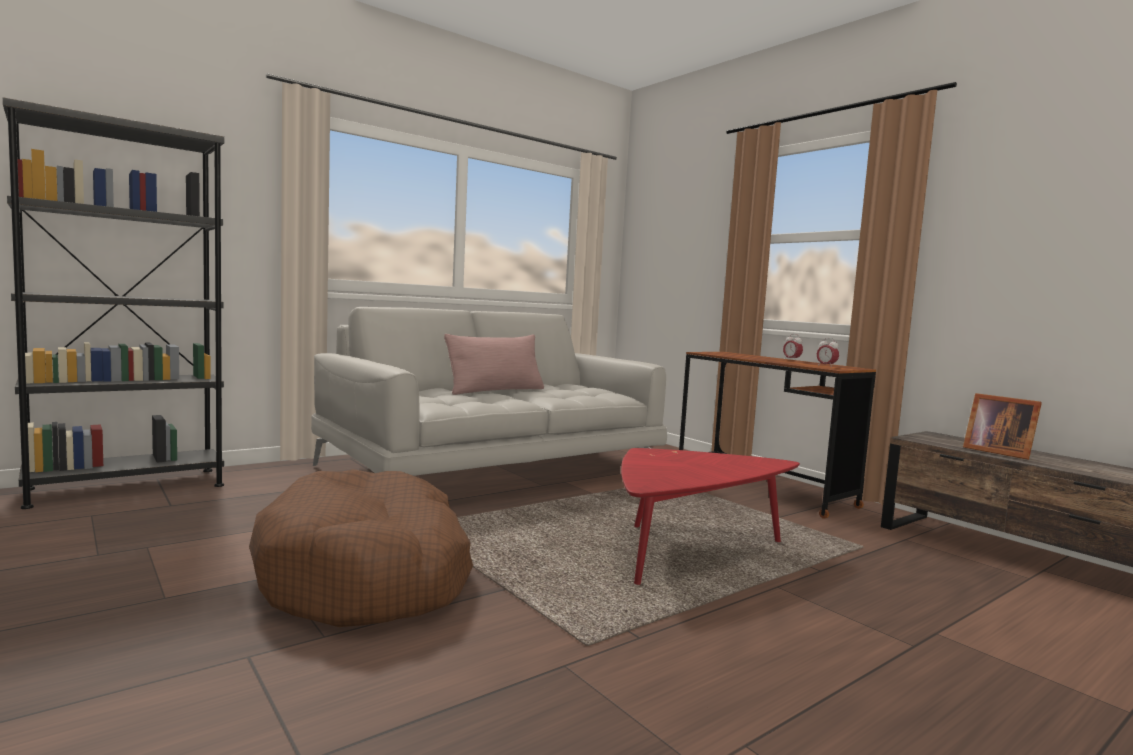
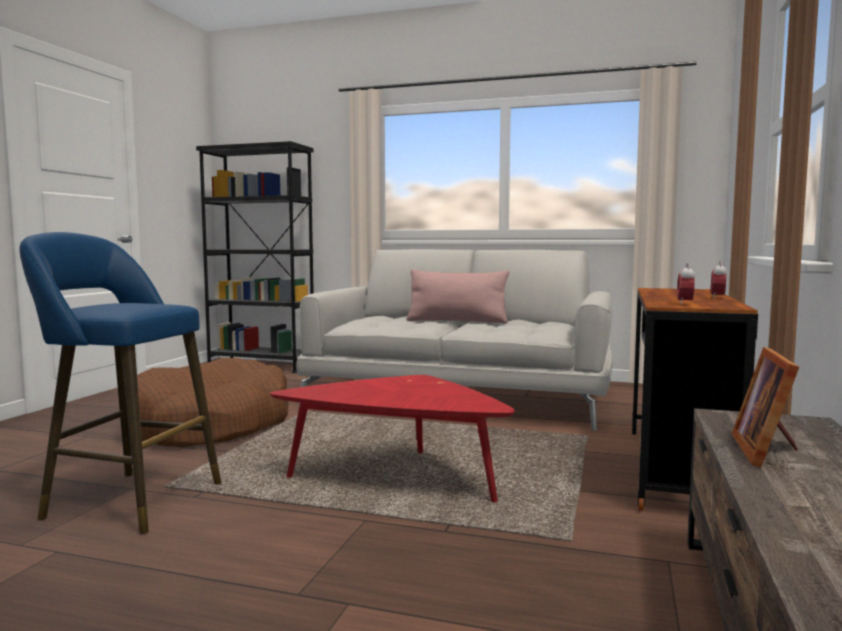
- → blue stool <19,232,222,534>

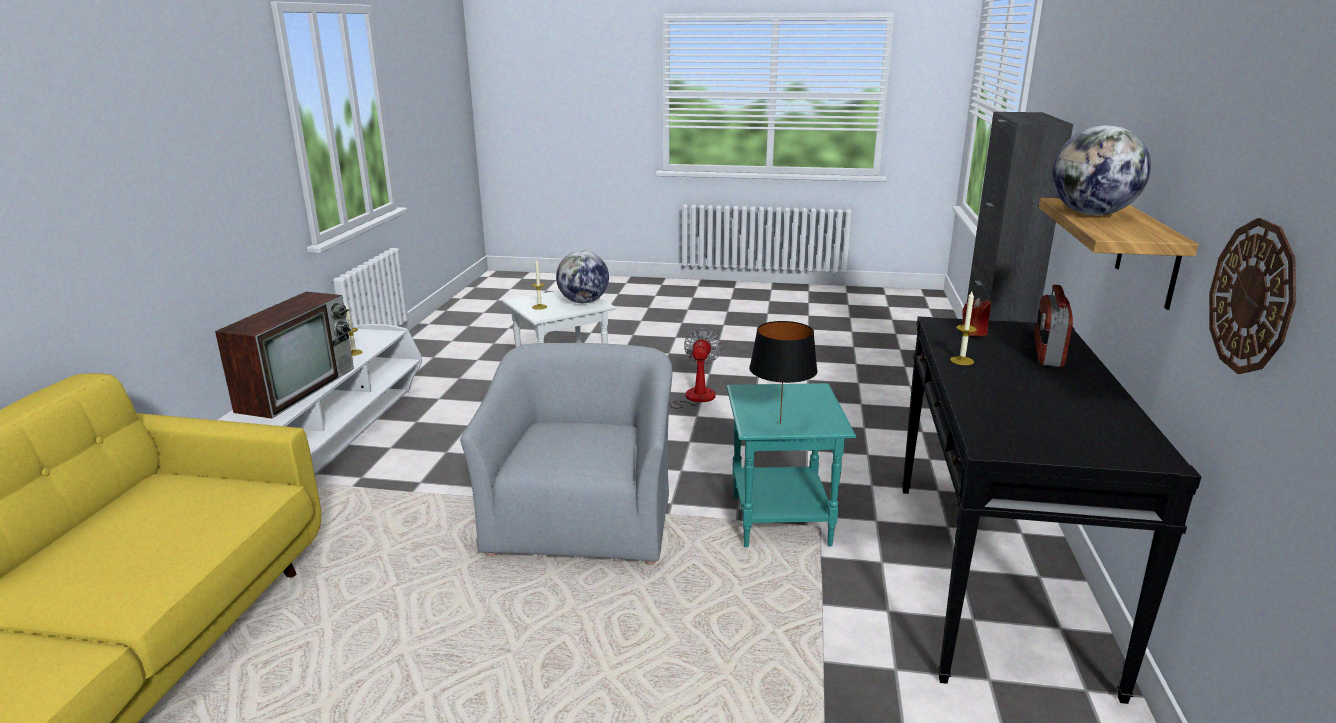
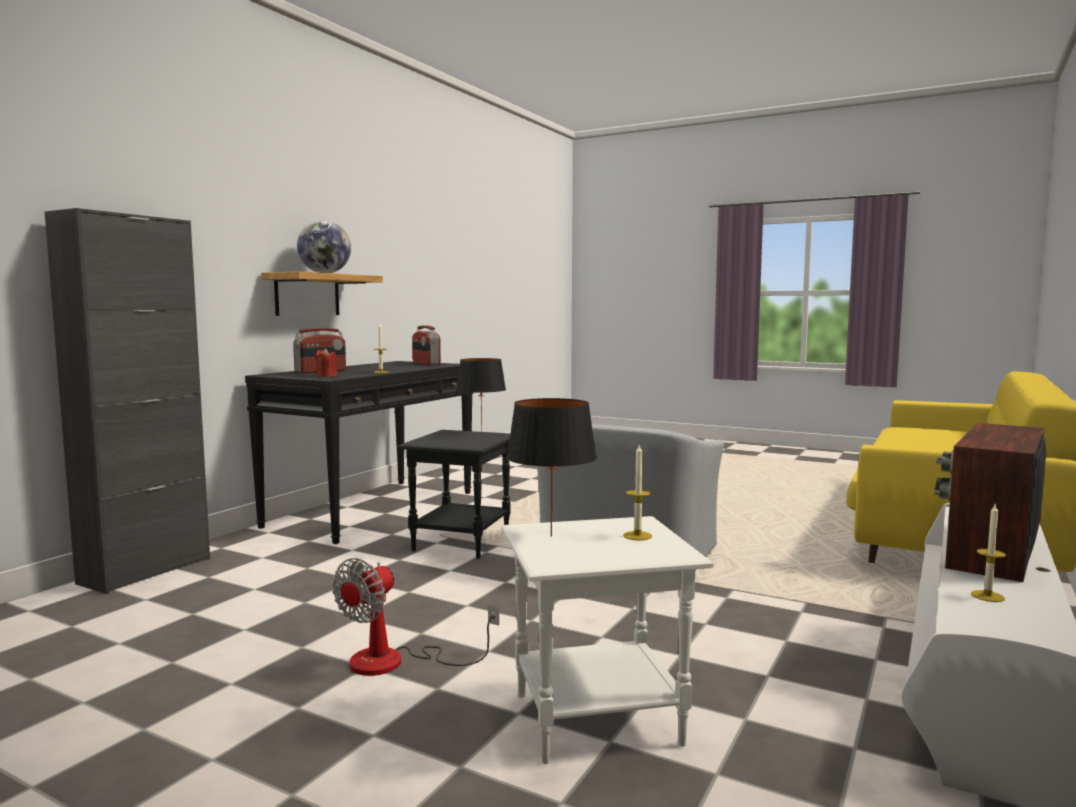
wall clock <1209,218,1296,374> → -
- → radio <412,325,441,365>
globe <556,251,609,303> → black table lamp <506,398,597,537>
turquoise side table <727,383,856,548> → black side table <397,430,511,559>

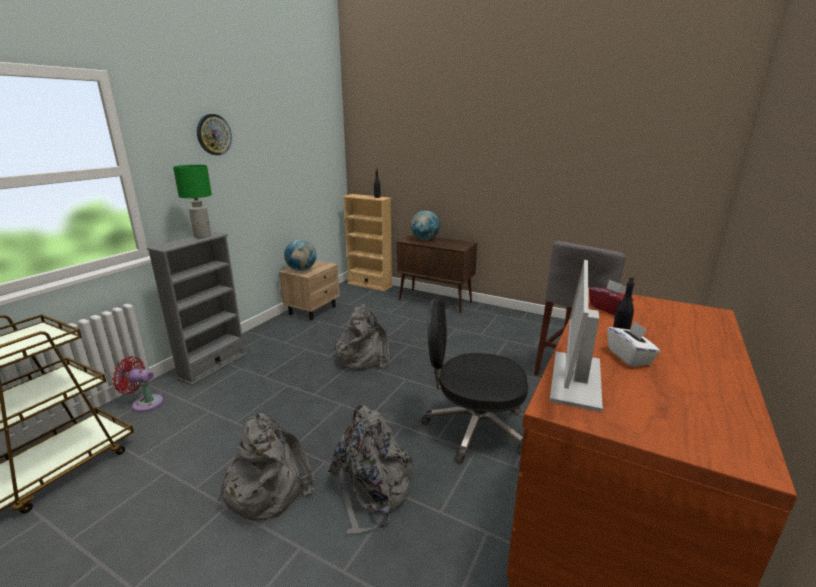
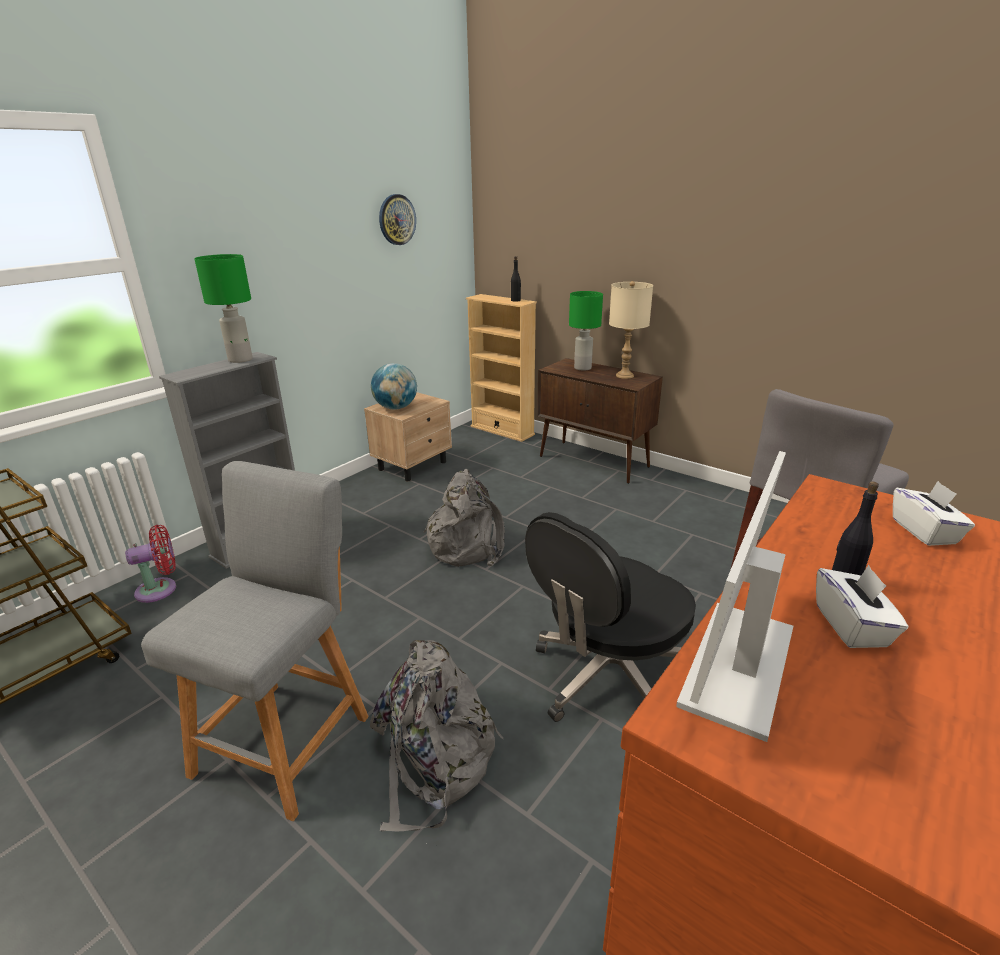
red tissue box <589,280,633,315> → -
- → beige table lamp <609,281,653,379>
- → white tissue box <893,481,975,546>
wall clock <197,114,232,155> → wall clock <379,194,416,245>, relocated
grey backpack <217,413,315,521> → grey stool <141,461,369,821>
globe <411,211,440,240> → green table lamp <569,291,603,370>
red fan <112,356,163,412> → red fan <125,525,176,603>, 135 degrees clockwise
black office chair <421,298,528,464> → black office chair <525,512,696,722>, 60 degrees counterclockwise

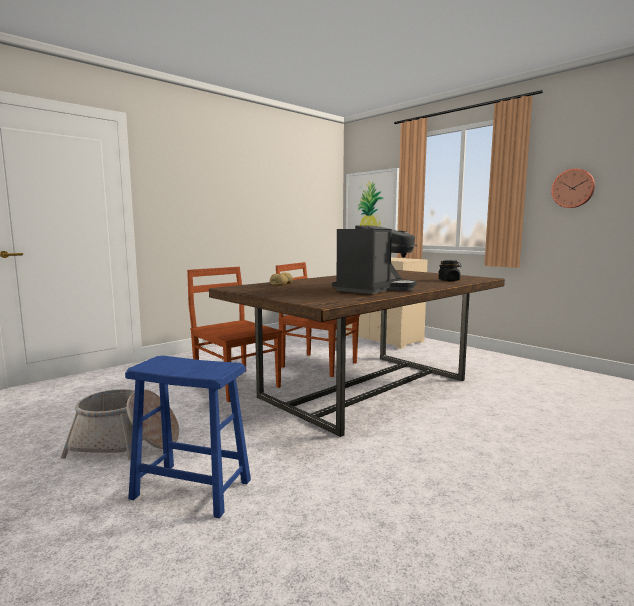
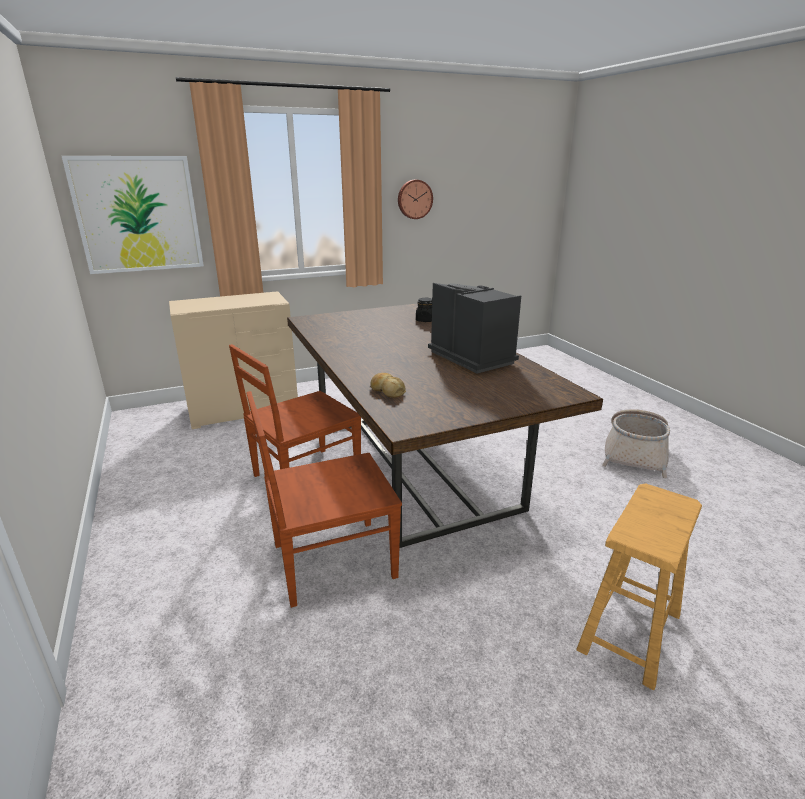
basket <61,389,179,460> → basket <603,409,670,478>, relocated
blue stool <125,356,251,518> → brown stool <576,483,702,690>

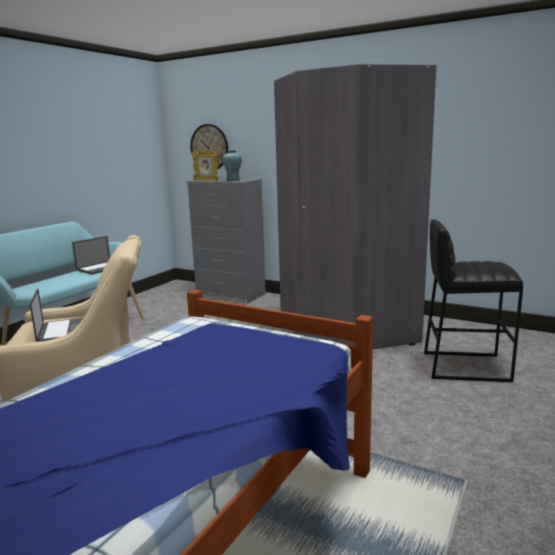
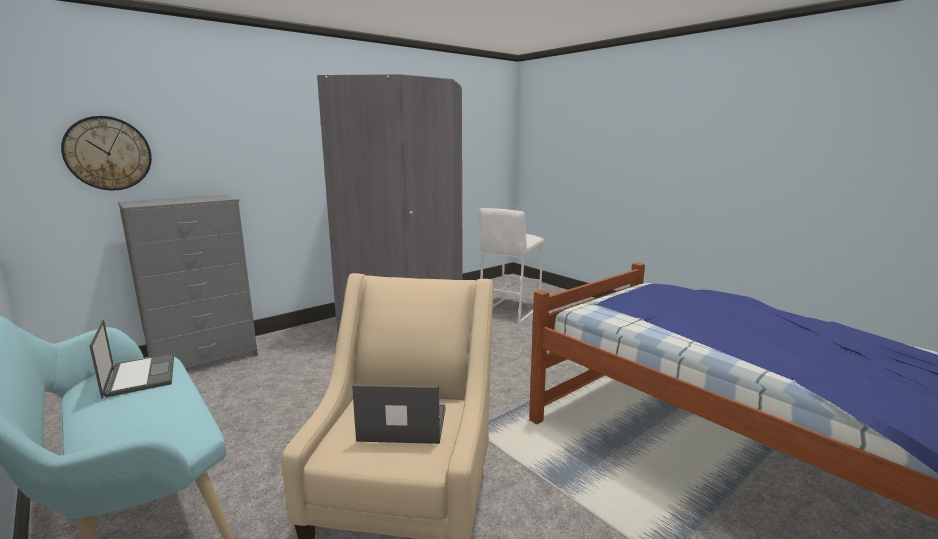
picture frame <192,151,219,181> → -
turquoise vase <222,150,242,181> → -
black stool <424,219,523,382> → white stool <479,208,544,324>

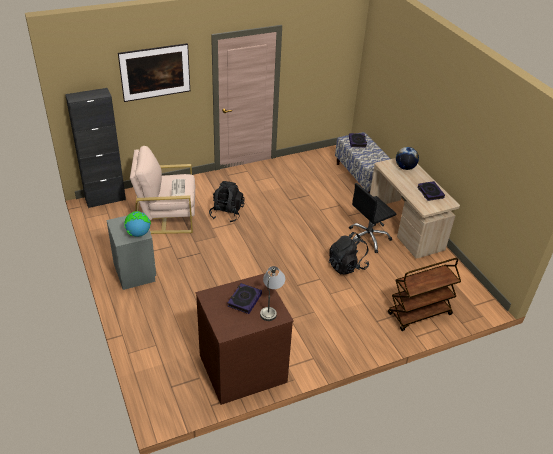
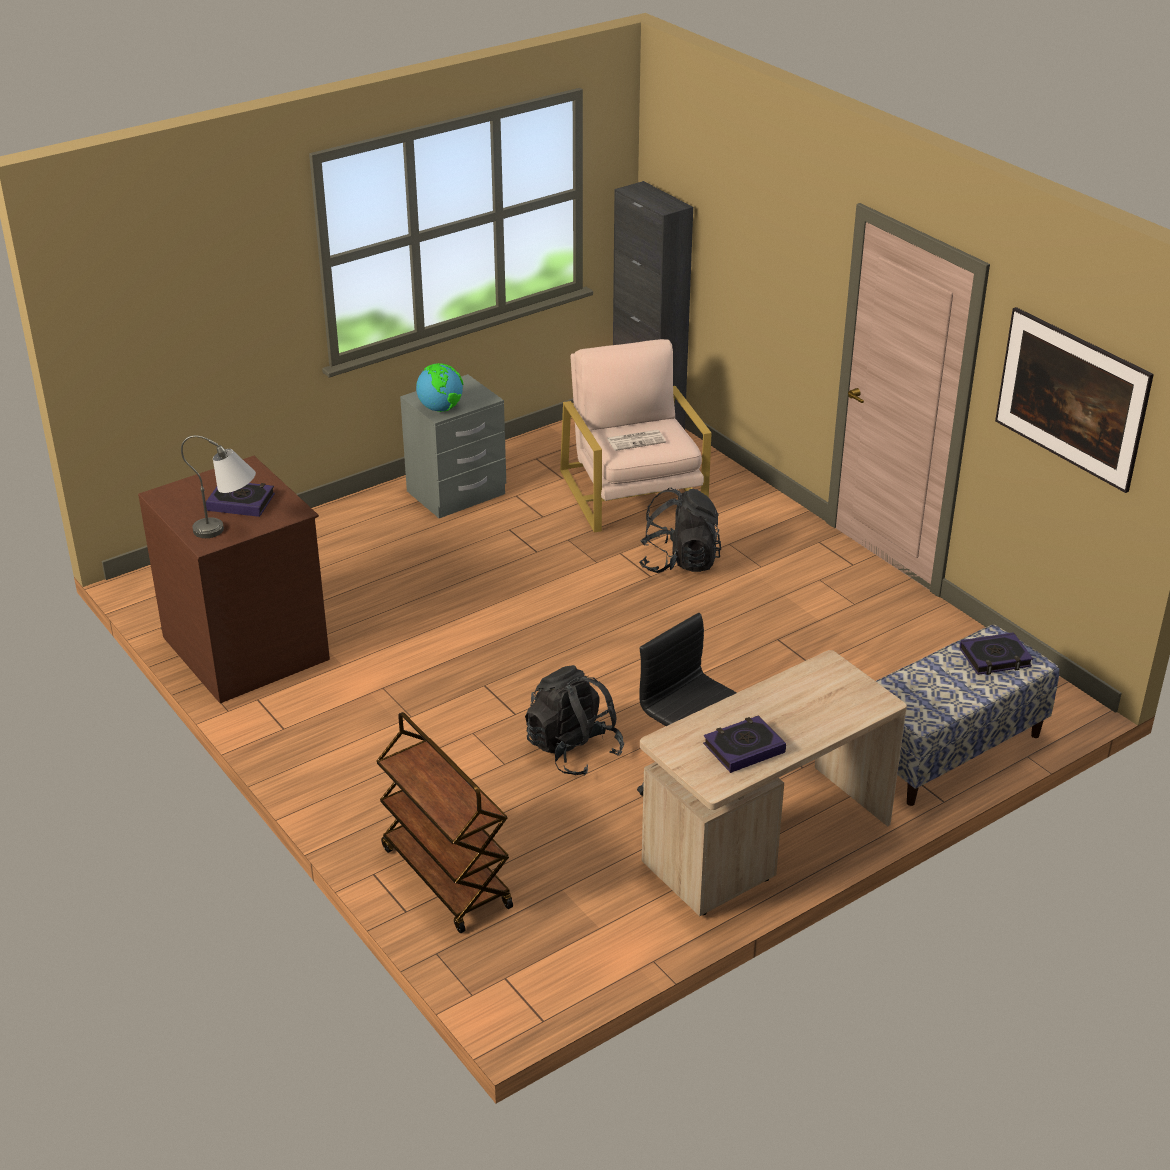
globe <396,147,419,170> → -
picture <118,43,190,102> → picture <995,307,1154,493>, relocated

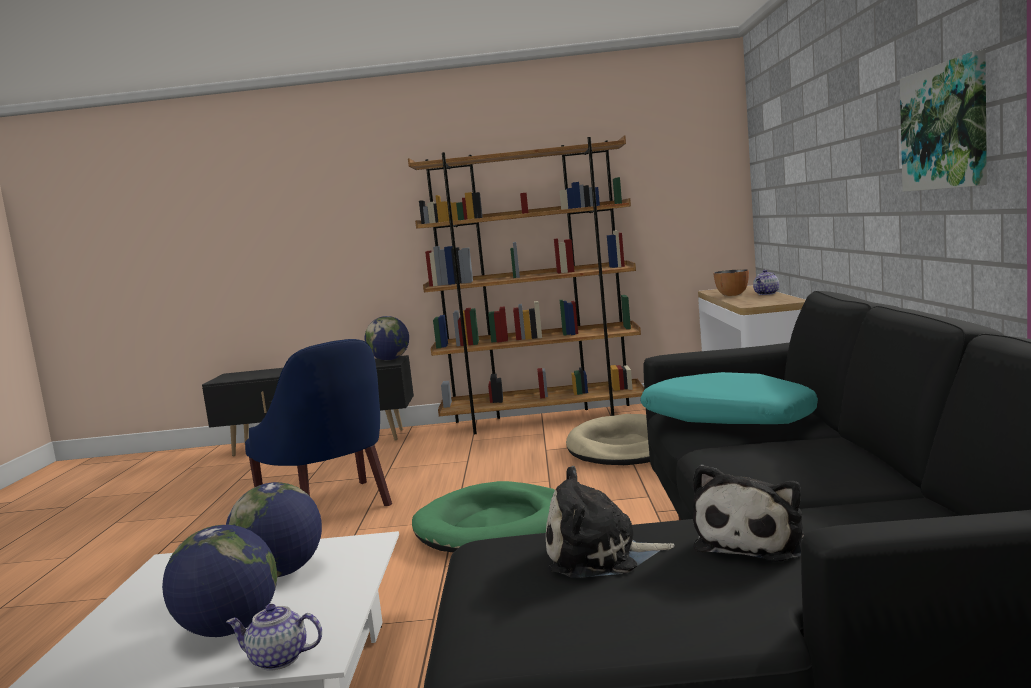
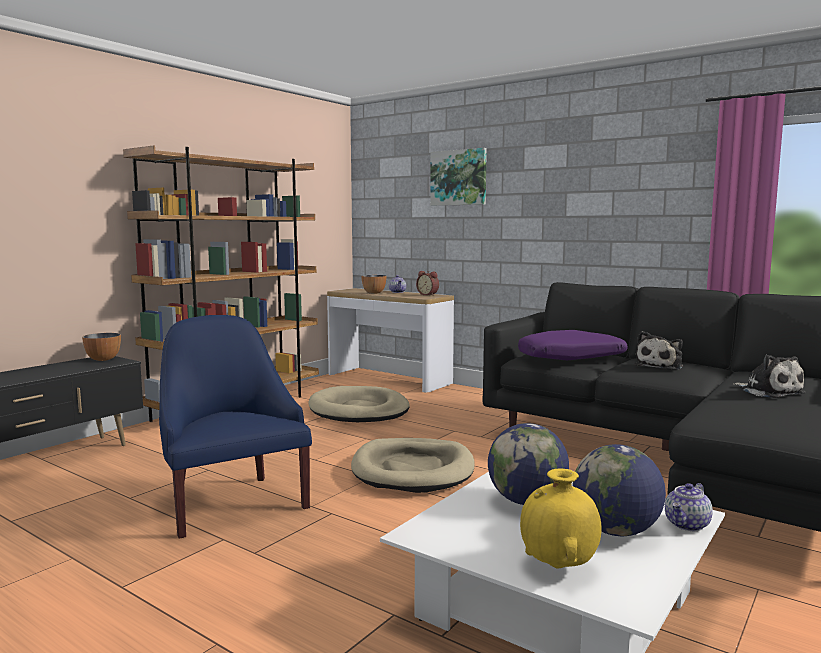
- → alarm clock <416,271,439,296>
- → yellow vase <520,469,602,569>
plush toy <546,466,675,578> → plush toy <635,331,683,370>, relocated
picture <900,50,987,192> → picture <430,148,487,206>, relocated
globe <365,316,409,360> → bowl <82,333,121,361>
green dog bed <412,481,555,552> → beige dog bed <351,438,475,493>
turquoise pillow <640,372,818,424> → purple pillow <518,330,628,360>
blue armchair <245,339,392,506> → blue armchair <159,315,312,539>, 120 degrees counterclockwise

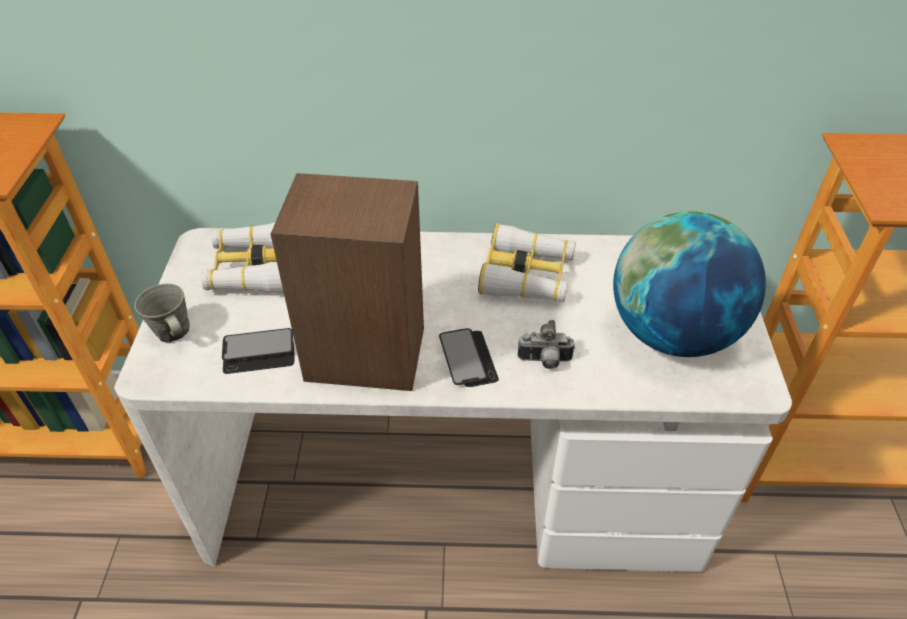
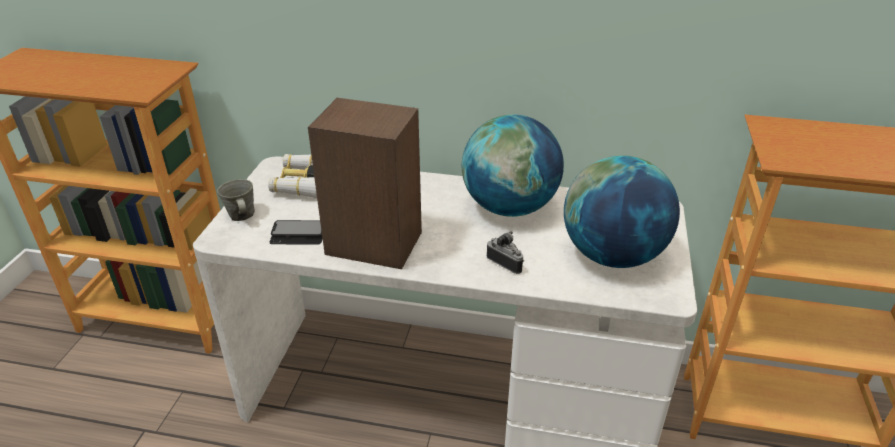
phone <439,328,499,387> → -
binoculars <478,223,576,302> → globe <462,114,564,217>
photo camera <518,320,575,369> → photo camera <487,231,524,274>, 150 degrees counterclockwise

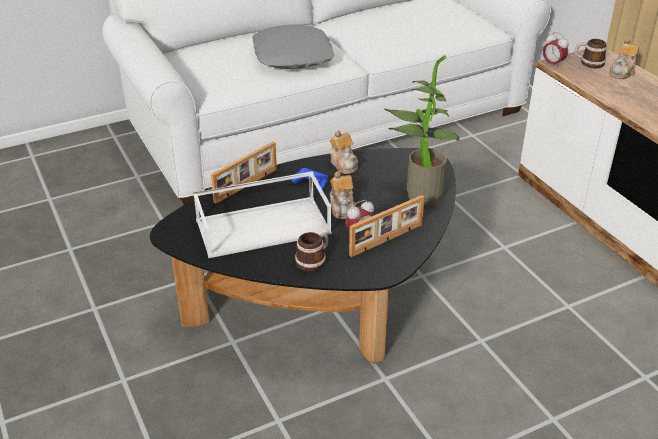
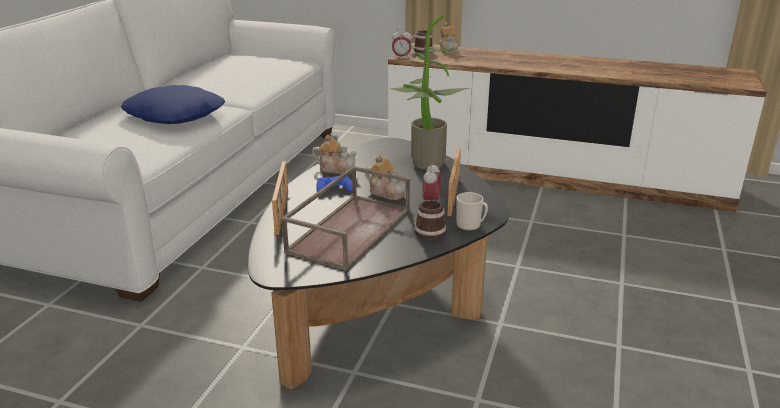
- → mug <457,192,488,231>
white tray <193,171,331,258> → brown tray <281,166,410,271>
grey pillow <252,24,334,69> → blue pillow <121,85,225,124>

